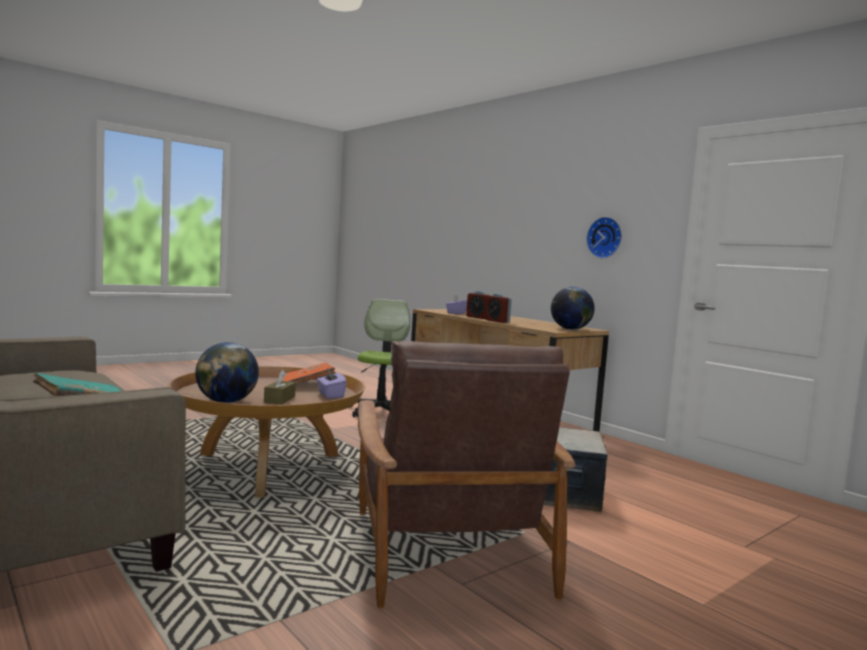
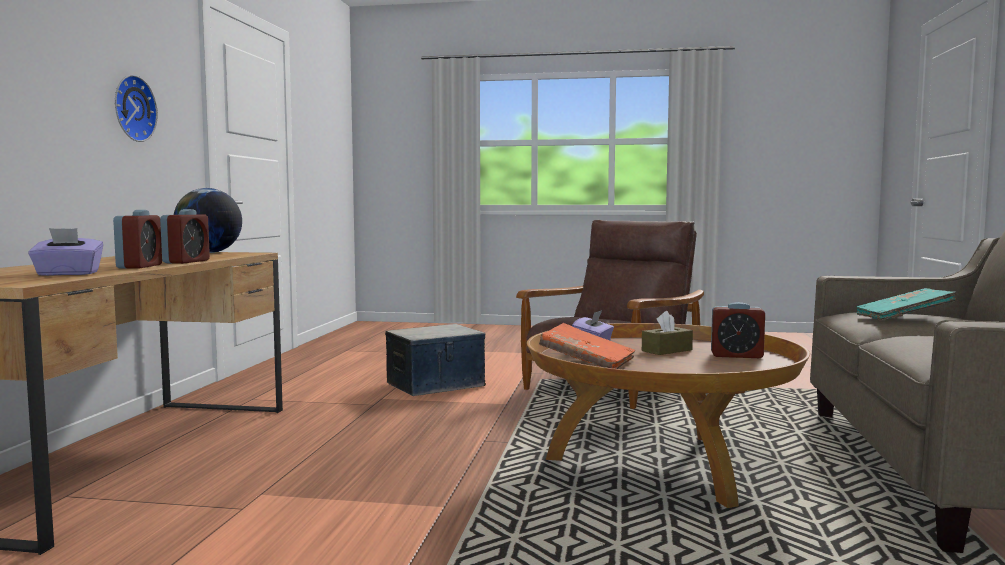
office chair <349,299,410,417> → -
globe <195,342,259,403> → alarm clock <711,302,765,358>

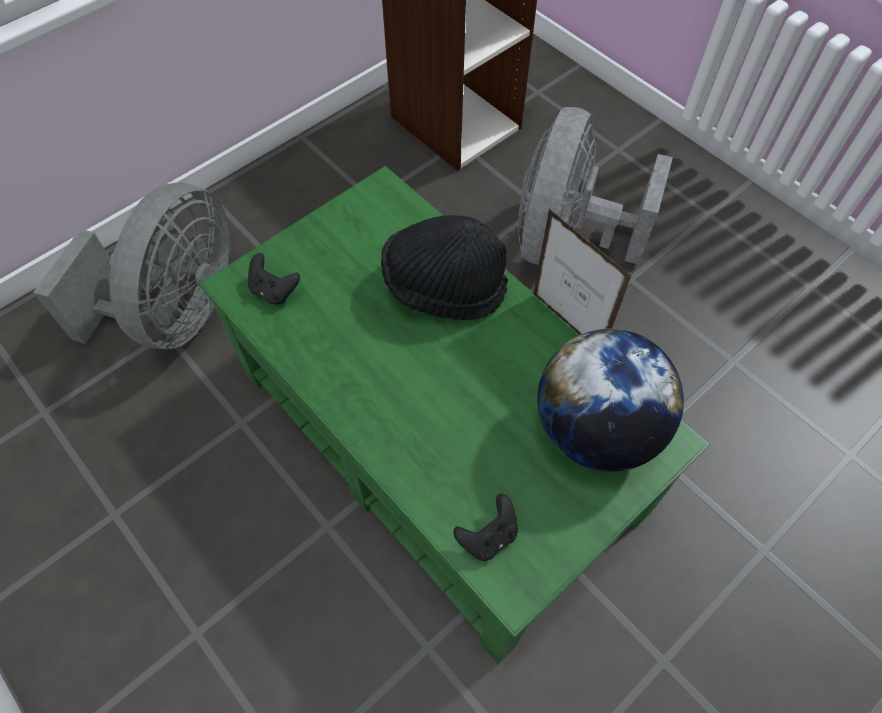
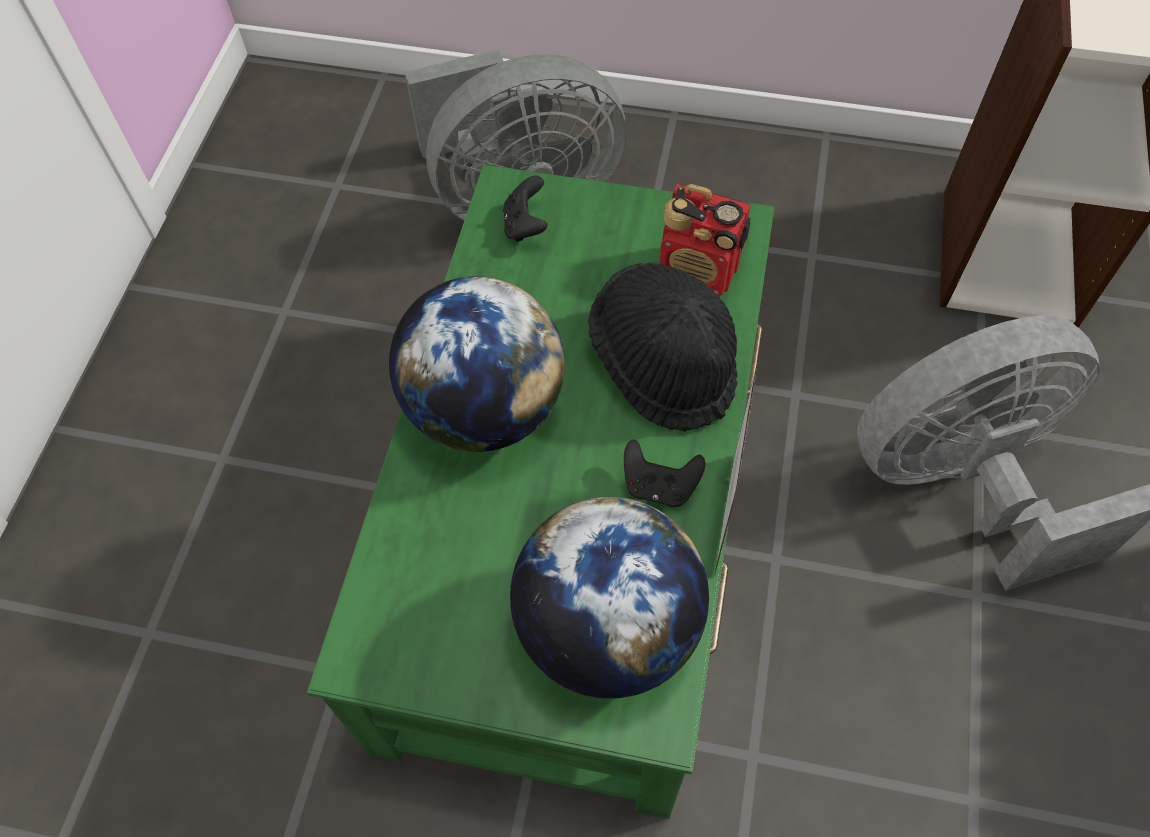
- → globe <389,276,565,452>
- → radio <660,184,750,296>
black game controller <453,494,518,561> → black game controller <624,439,705,507>, relocated

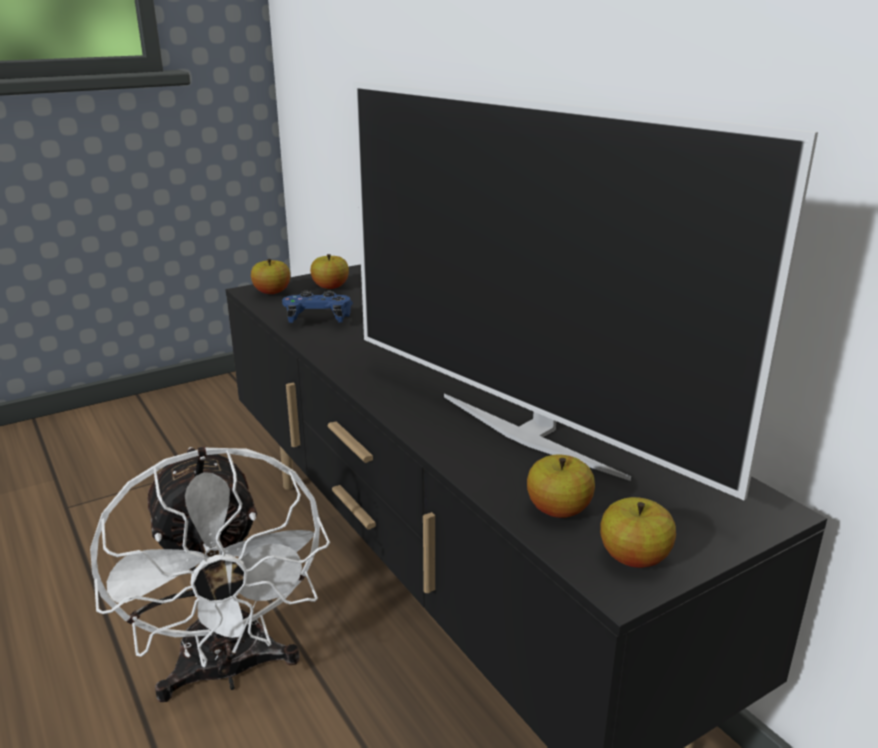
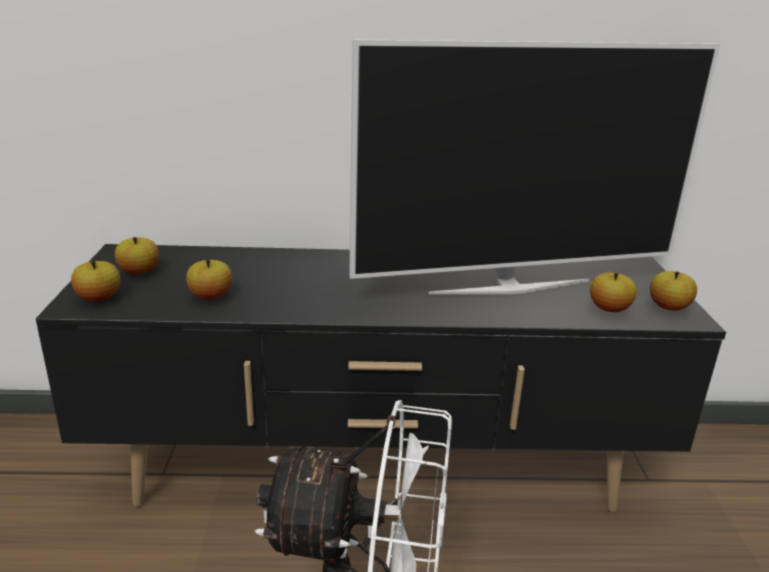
blue game controller <282,291,353,323> → apple <186,260,232,300>

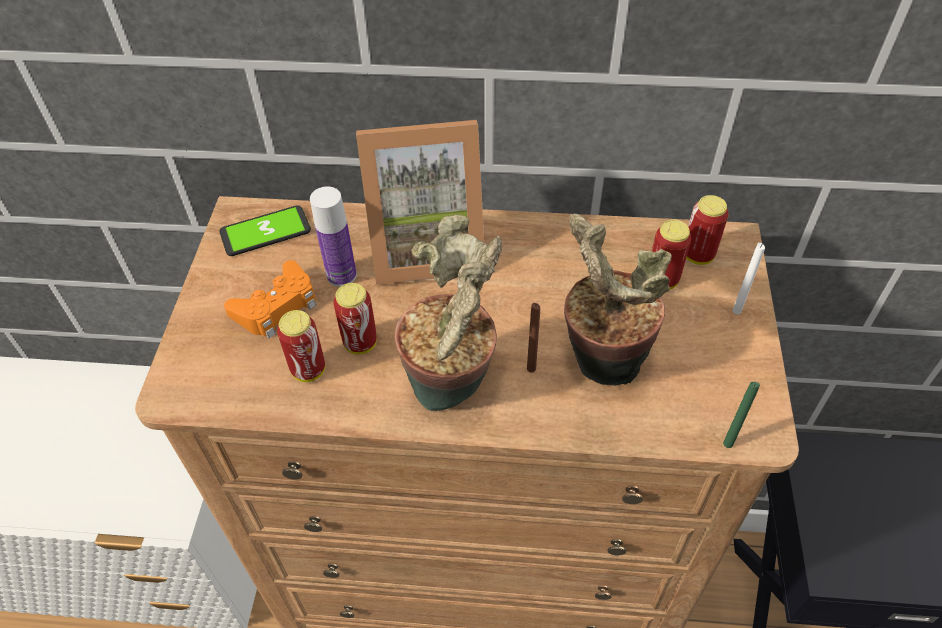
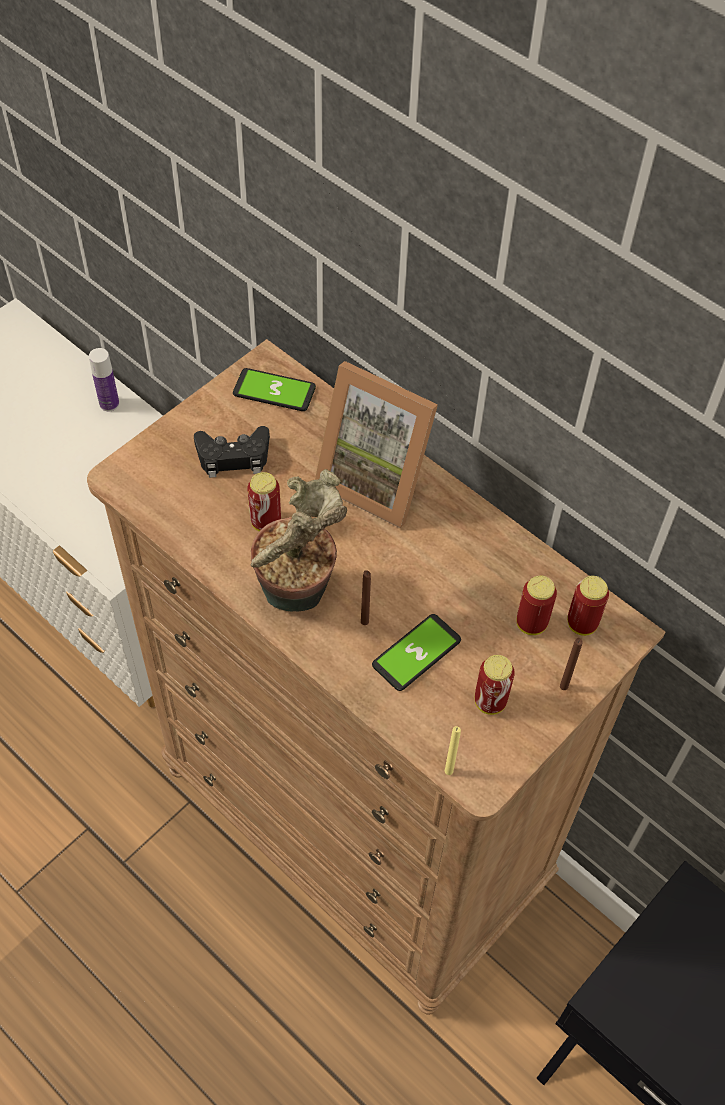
can <277,310,325,382> → can <475,655,515,715>, relocated
bottle <310,186,357,287> → bottle <89,348,119,411>, relocated
potted plant <564,214,672,386> → phone <372,614,461,691>
orange game controller <224,260,316,338> → black game controller <194,426,270,478>
green candle <723,382,760,448> → yellow candle <445,726,461,775>
white candle <733,243,765,314> → brown candle <560,637,583,690>

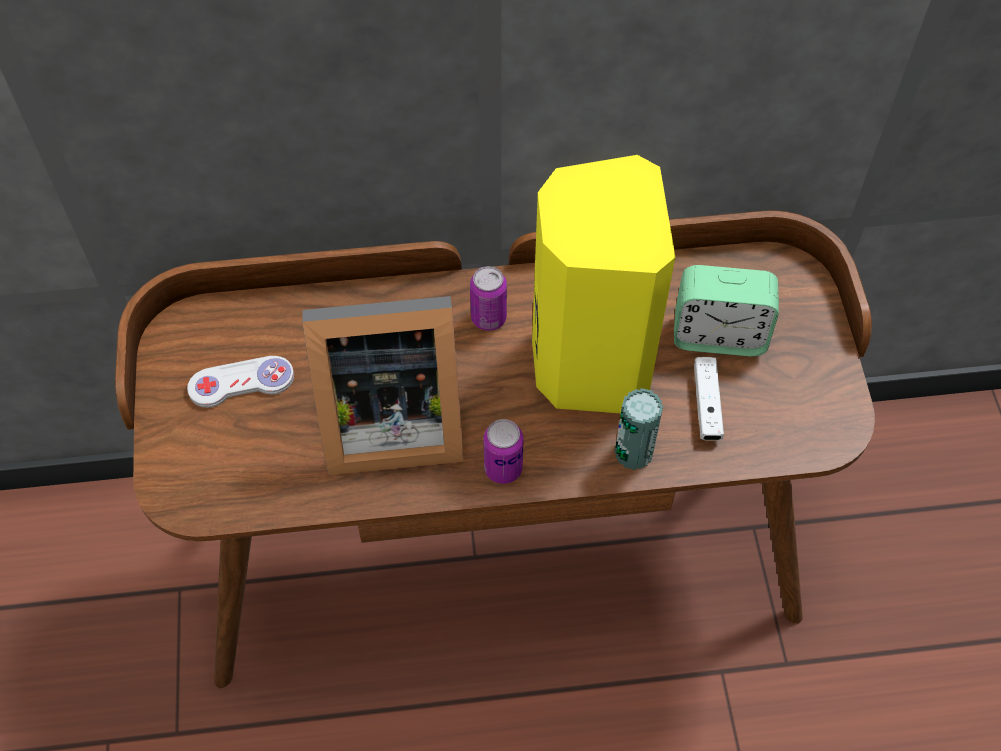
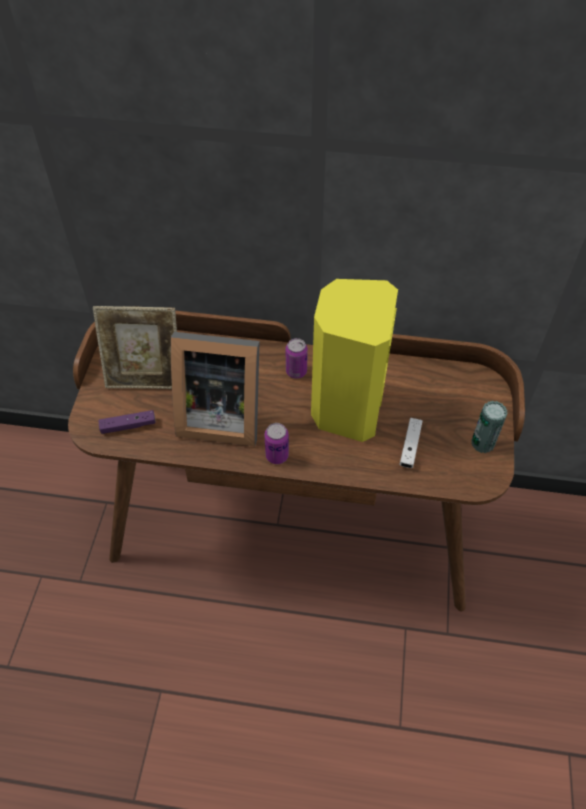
alarm clock <674,265,779,357> → -
- → purple game controller <99,410,155,434>
can <614,388,664,470> → can <471,401,508,453>, relocated
white game controller <187,356,294,408> → picture frame <93,306,177,389>

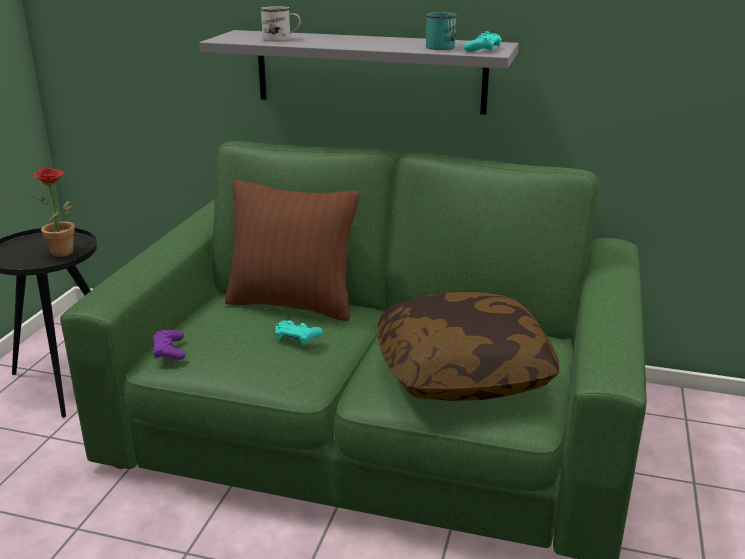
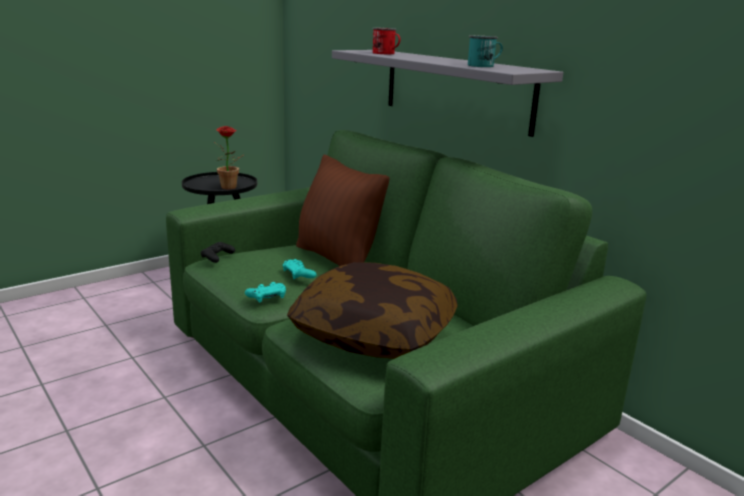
turquoise game controller <464,31,502,52> → turquoise game controller <245,282,286,303>, relocated
purple game controller <153,330,186,360> → black game controller <201,242,235,263>
white mug <260,6,301,42> → red mug <373,28,401,54>

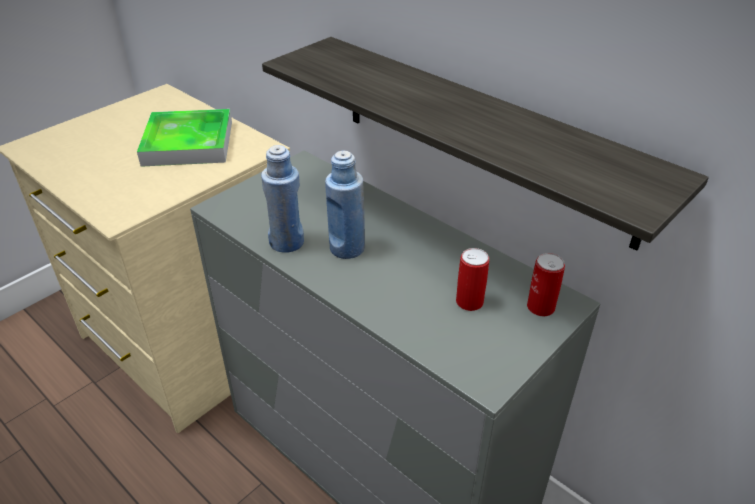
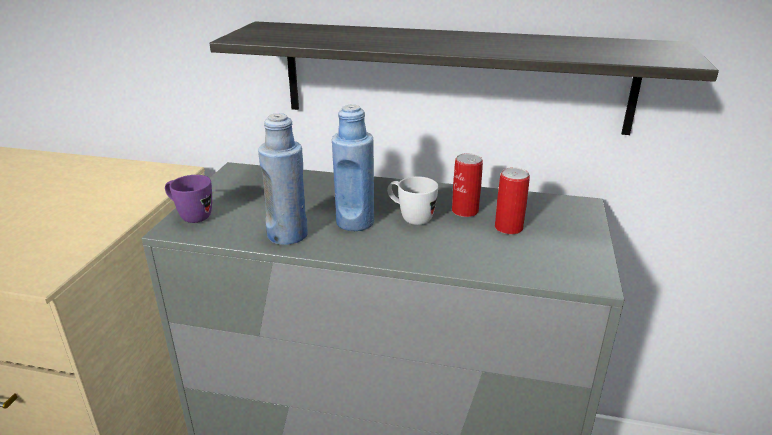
tray <137,109,232,167> → -
- → purple mug <165,175,212,223>
- → white mug <387,176,438,225>
can <527,253,565,316> → can <452,153,483,217>, relocated

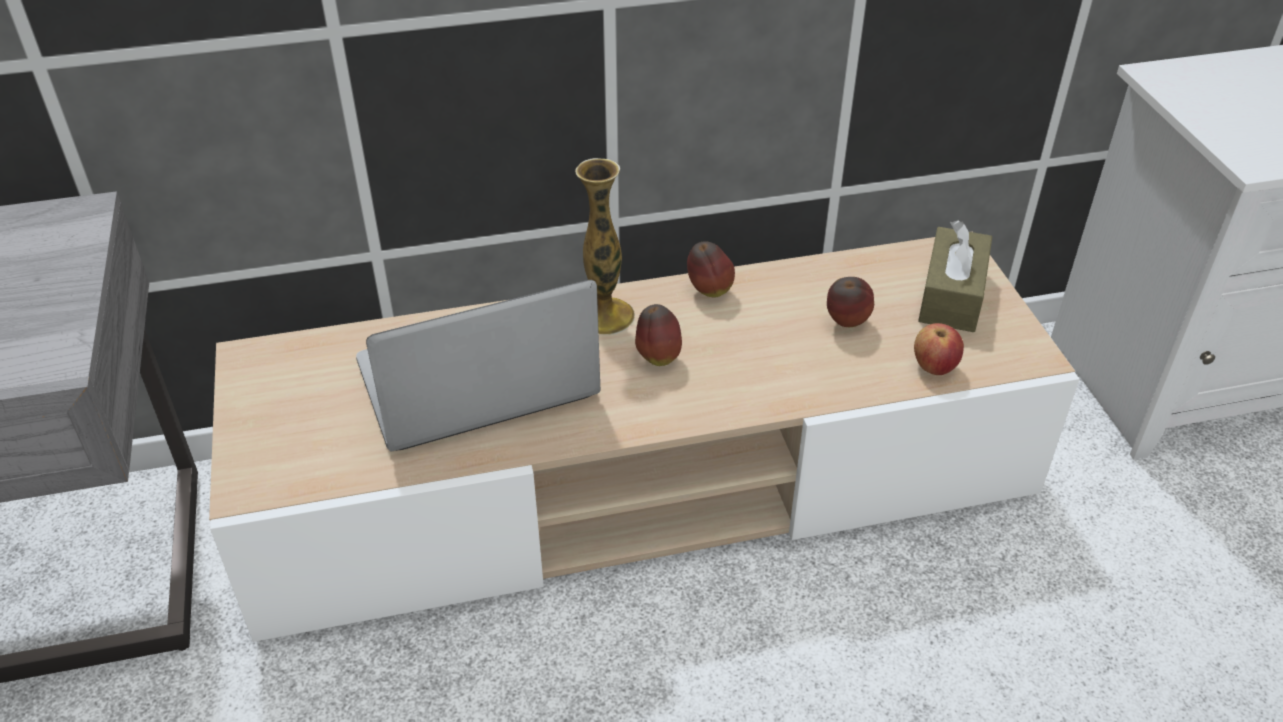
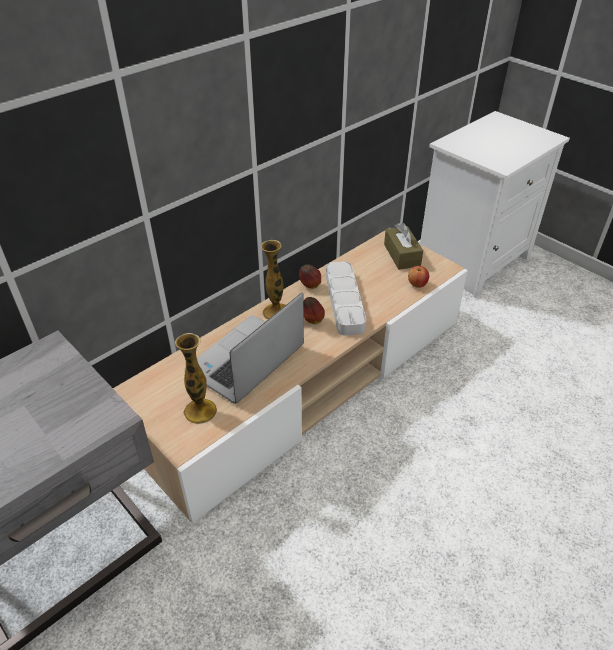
apple <827,277,874,327> → -
- → vase <175,333,217,424>
- → grey tray <326,261,366,336>

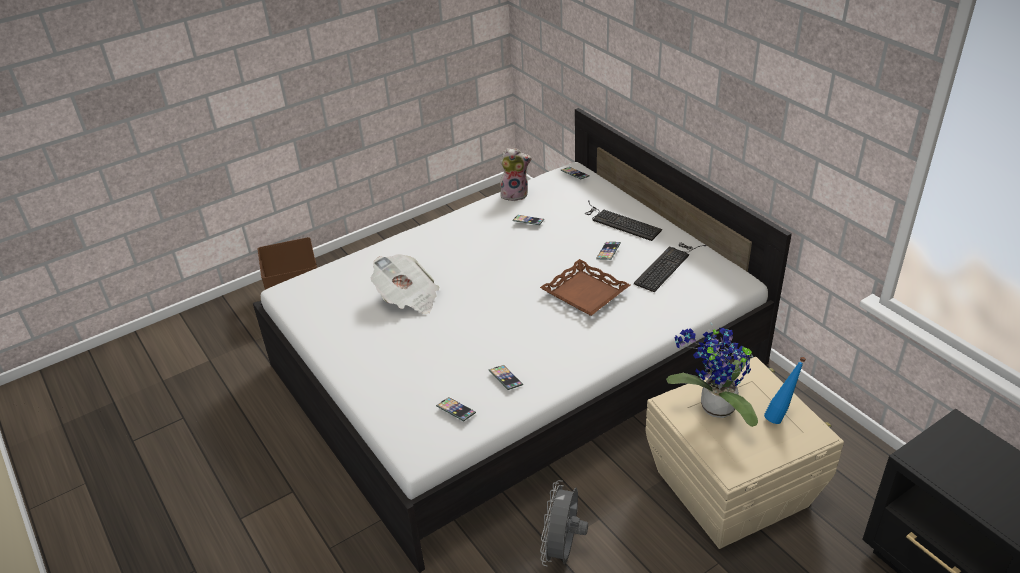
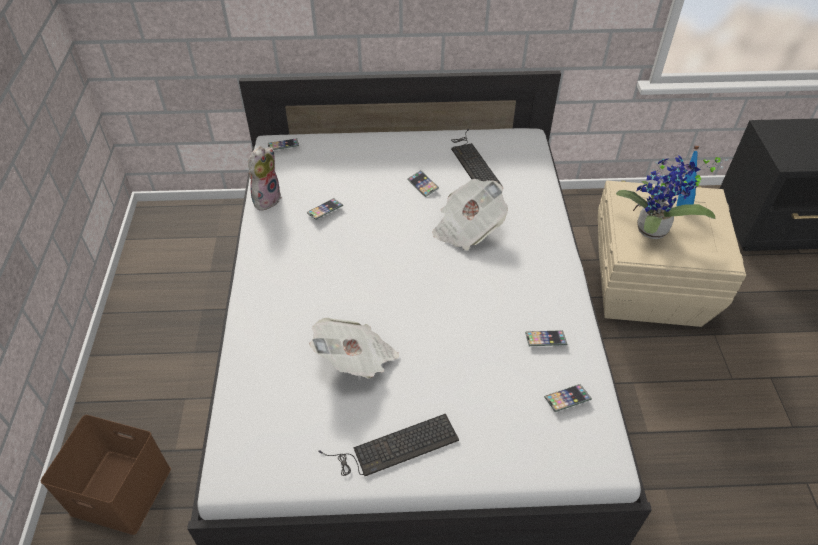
grey fan <540,480,588,566> → -
keyboard <586,200,662,241> → keyboard <318,414,459,476>, relocated
brown tray <540,259,630,316> → newspaper <432,179,508,251>

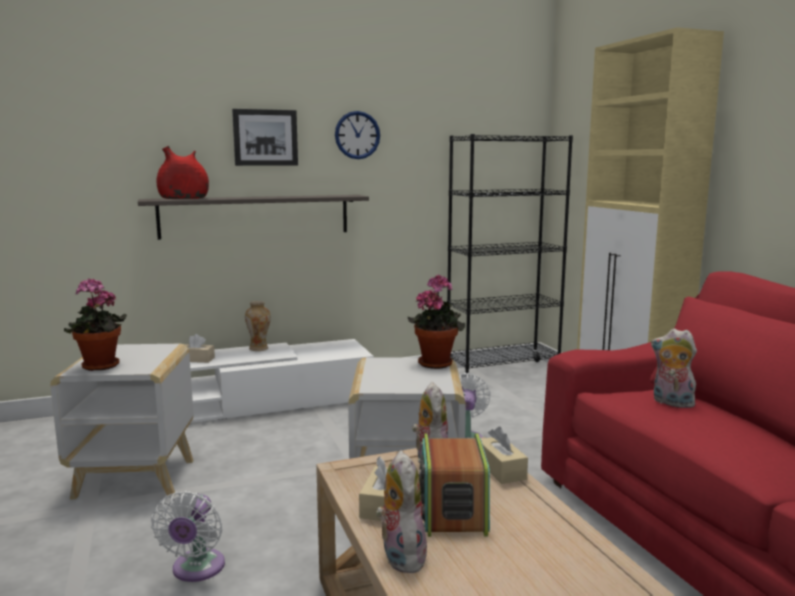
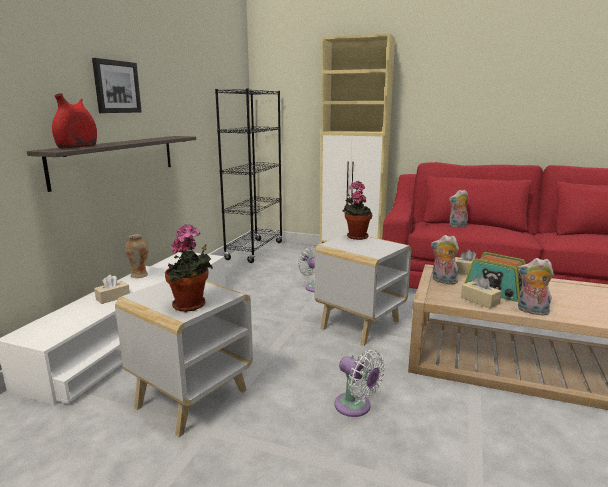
wall clock <335,111,380,159> → -

